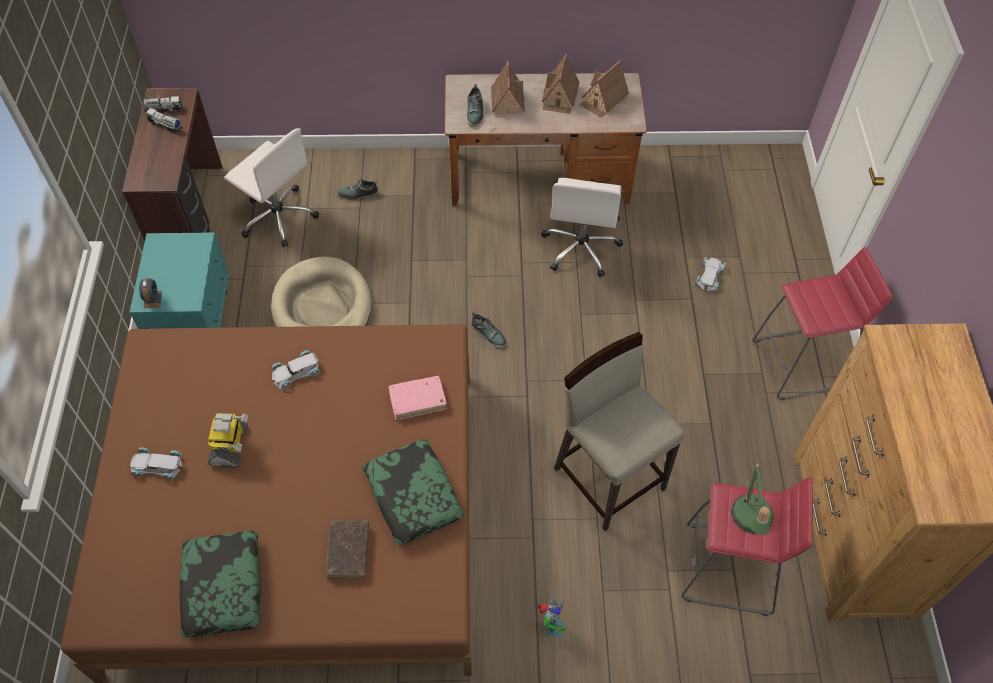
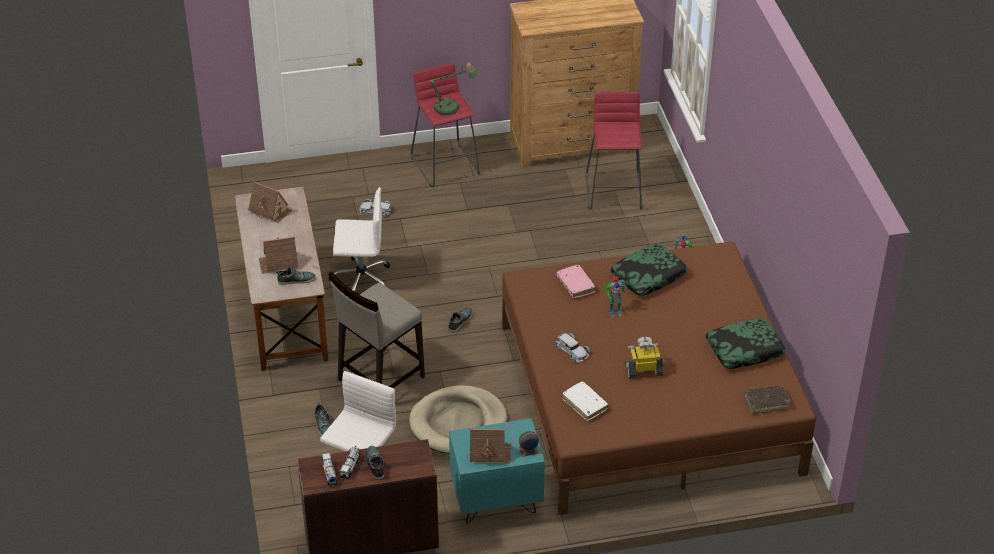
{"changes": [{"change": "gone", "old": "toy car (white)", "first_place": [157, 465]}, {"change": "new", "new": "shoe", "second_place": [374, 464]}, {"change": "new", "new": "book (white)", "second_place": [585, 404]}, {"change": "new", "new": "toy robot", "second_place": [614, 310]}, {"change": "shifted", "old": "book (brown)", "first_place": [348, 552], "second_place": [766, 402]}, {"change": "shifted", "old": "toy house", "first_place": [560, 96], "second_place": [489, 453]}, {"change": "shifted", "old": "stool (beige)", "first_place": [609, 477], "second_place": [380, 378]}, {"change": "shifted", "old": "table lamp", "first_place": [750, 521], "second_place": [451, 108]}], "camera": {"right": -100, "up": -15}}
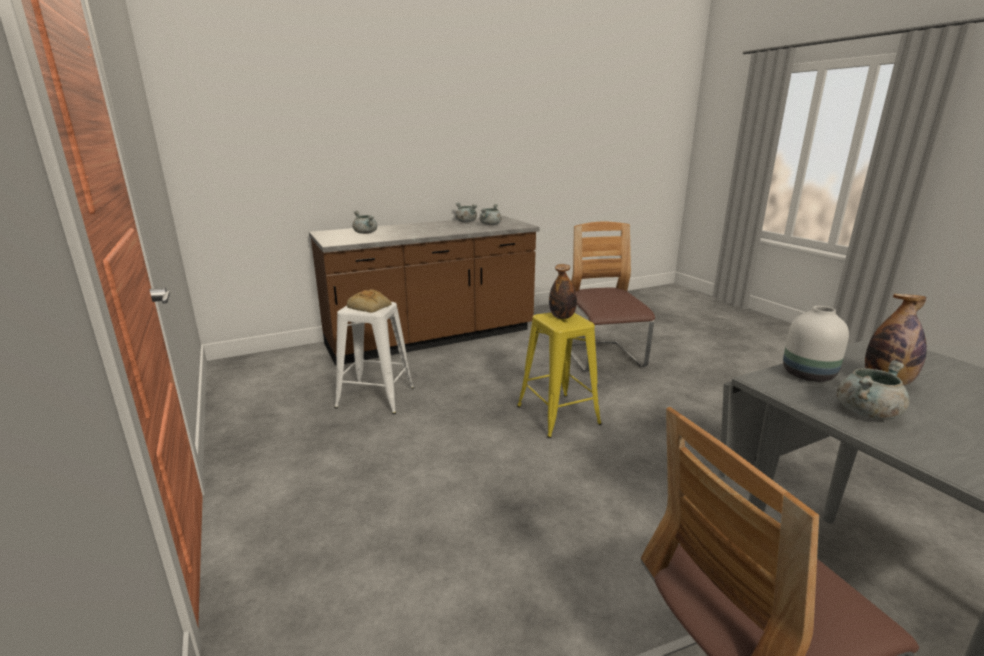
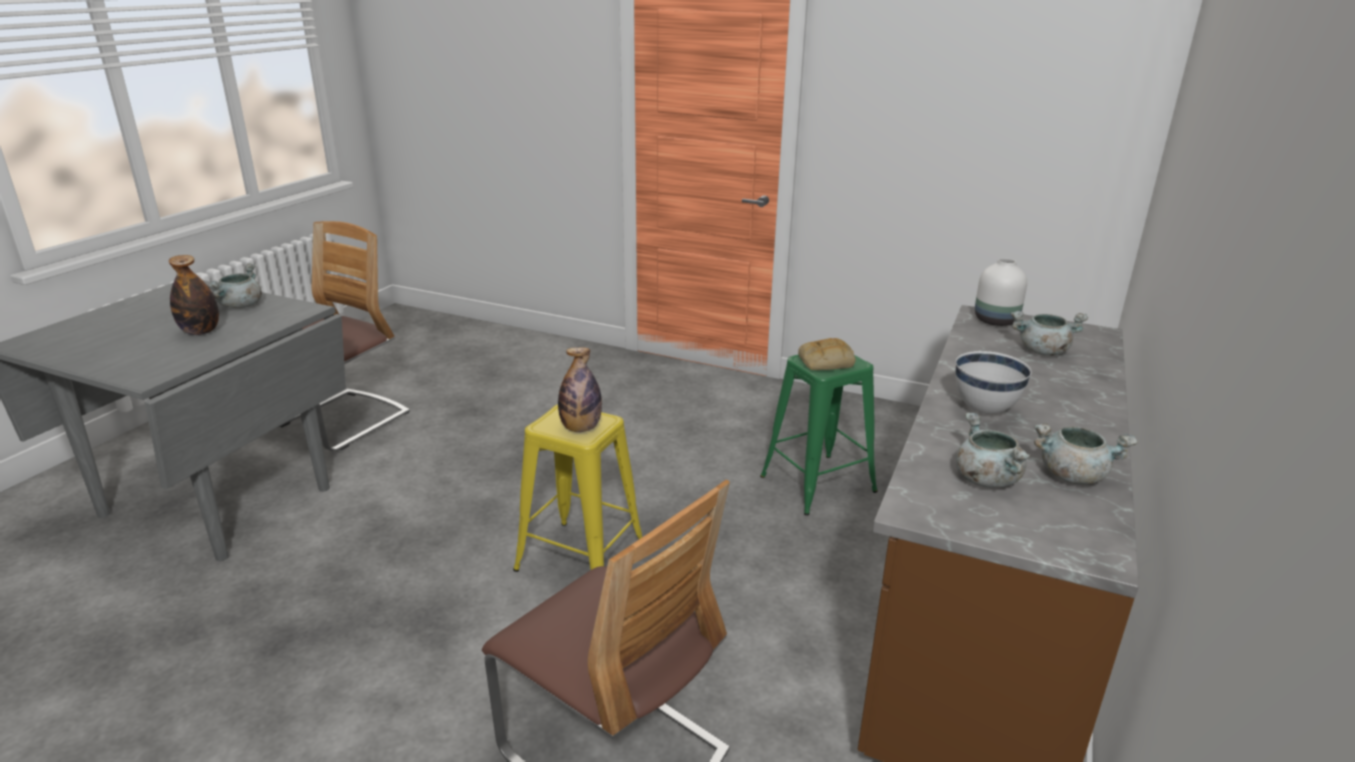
{"changes": [{"change": "new", "new": "bowl (white)", "second_place": [984, 410]}, {"change": "shifted", "old": "vase (white)", "first_place": [808, 375], "second_place": [994, 320]}, {"change": "repainted", "old": "stool (white)", "new": "stool (green)", "first_place": [375, 397], "second_place": [818, 484]}], "camera": {"right": 140, "up": 5}}
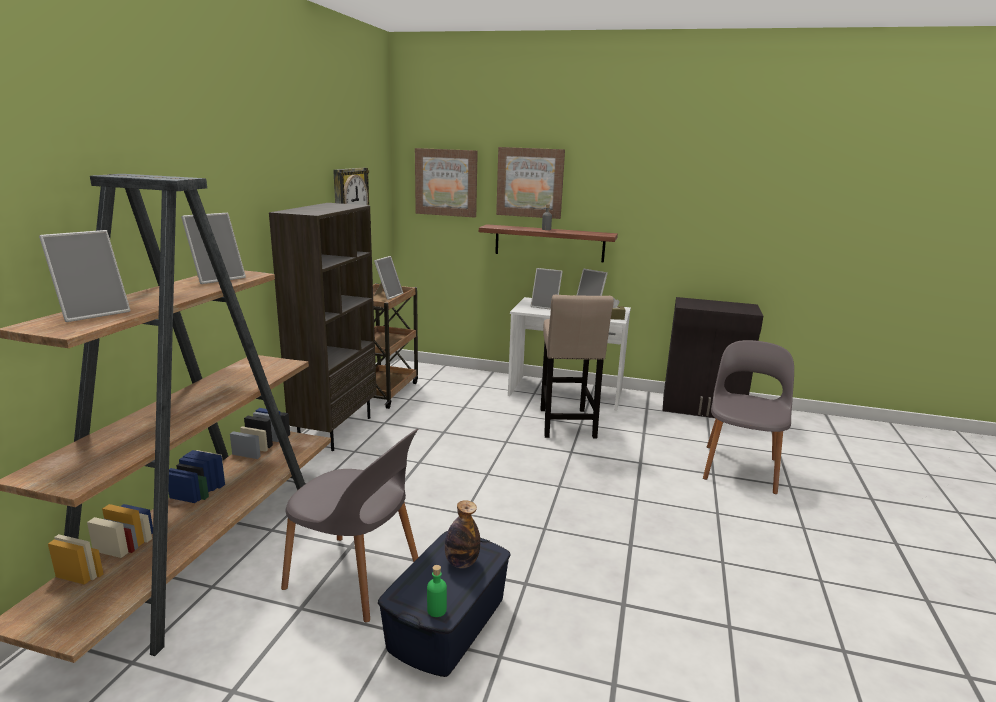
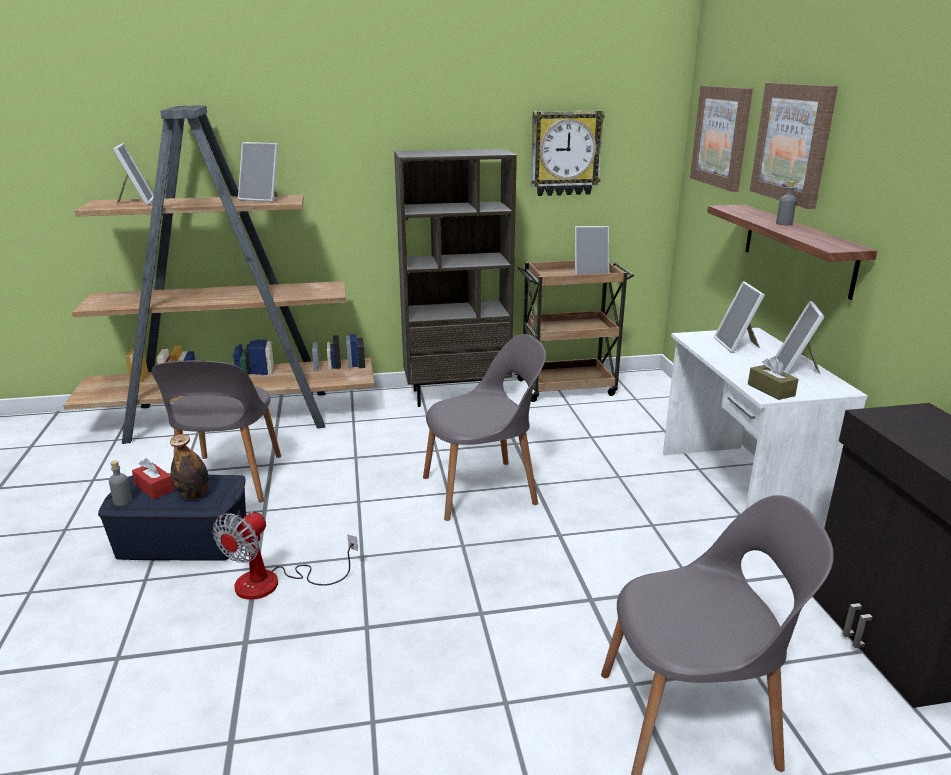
{"changes": [{"change": "gone", "old": "stool (beige)", "first_place": [566, 425]}, {"change": "new", "new": "tissue box (red)", "second_place": [154, 488]}, {"change": "new", "new": "fan", "second_place": [273, 583]}, {"change": "new", "new": "chair (grey)", "second_place": [482, 489]}, {"change": "repainted", "old": "bottle (green)", "new": "bottle (grey)", "first_place": [436, 610], "second_place": [123, 501]}, {"change": "rotated", "old": "picture frame", "first_place": [93, 313], "second_place": [136, 202], "degrees": -120}], "camera": {"right": 65, "up": 5}}
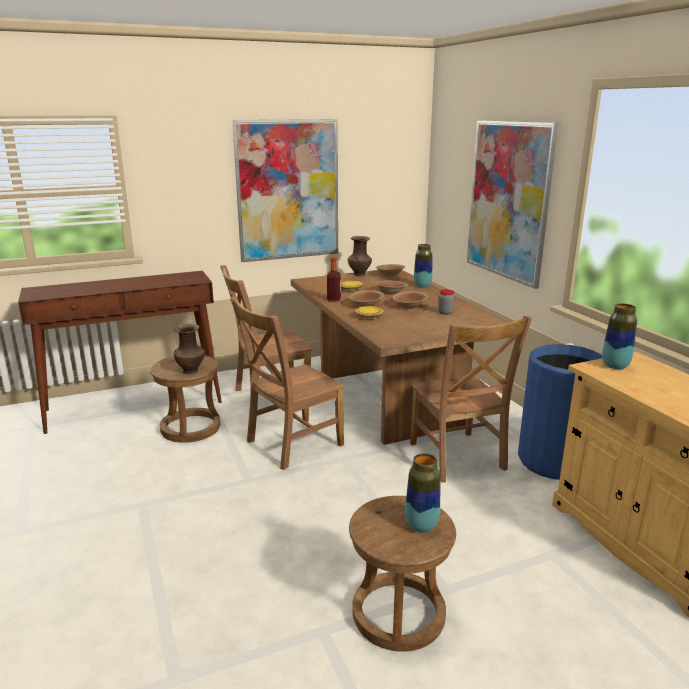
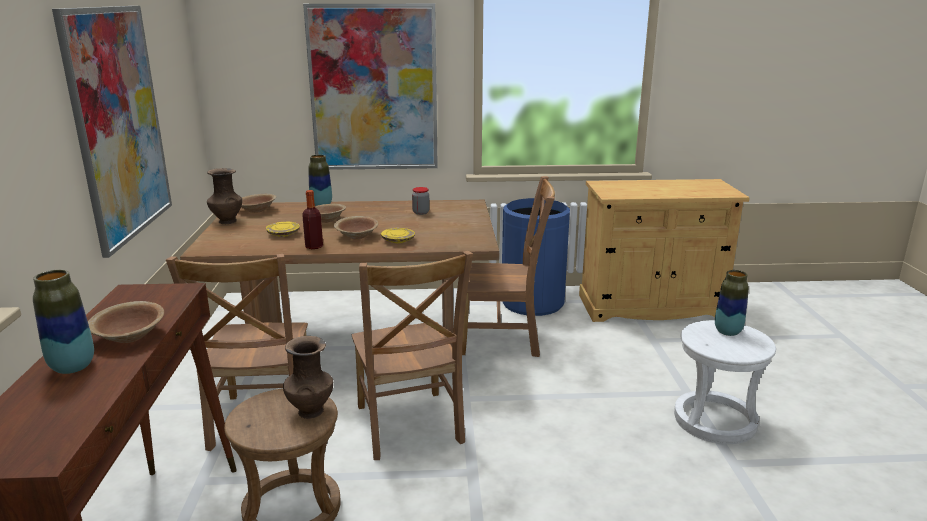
{"changes": [{"change": "shifted", "old": "bowl (brown)", "first_place": [409, 306], "second_place": [130, 336]}, {"change": "shifted", "old": "vase", "first_place": [615, 366], "second_place": [72, 367]}, {"change": "repainted", "old": "stool (brown)", "new": "stool (white)", "first_place": [399, 614], "second_place": [714, 420]}], "camera": {"right": -70, "up": 0}}
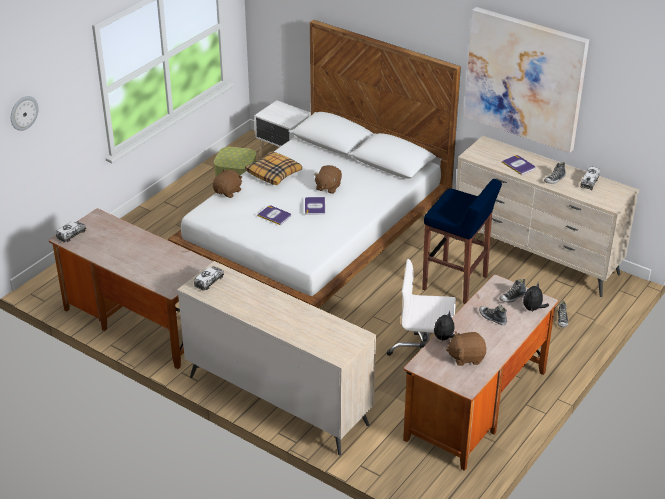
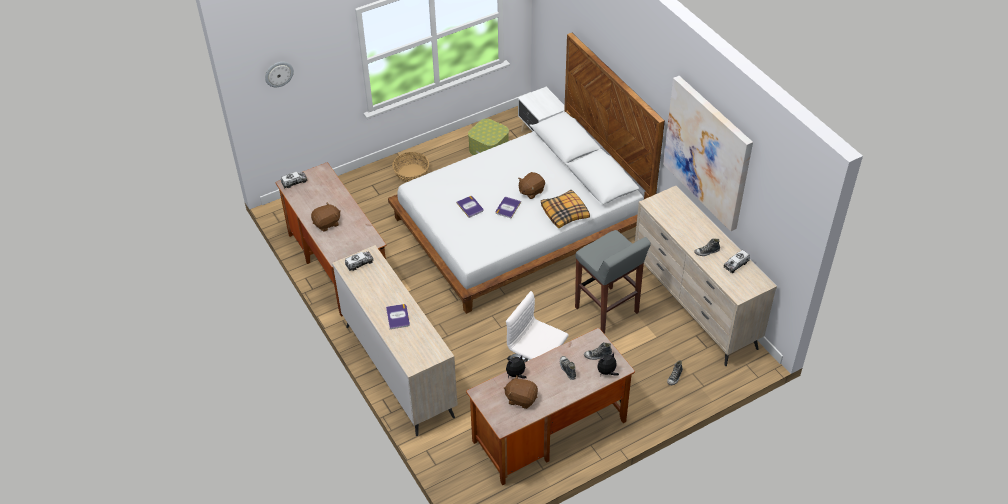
{"changes": [{"change": "new", "new": "basket", "second_place": [411, 173]}, {"change": "shifted", "old": "plush toy (brown)", "first_place": [228, 192], "second_place": [327, 224]}, {"change": "shifted", "old": "pillow", "first_place": [274, 173], "second_place": [565, 213]}, {"change": "shifted", "old": "book", "first_place": [518, 165], "second_place": [398, 317]}, {"change": "repainted", "old": "stool (blue)", "new": "stool (grey)", "first_place": [456, 283], "second_place": [607, 311]}], "camera": {"right": 25, "up": 10}}
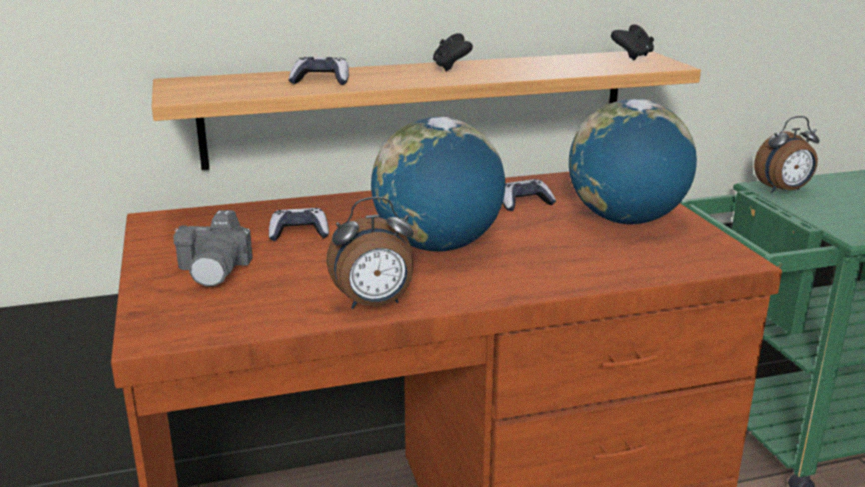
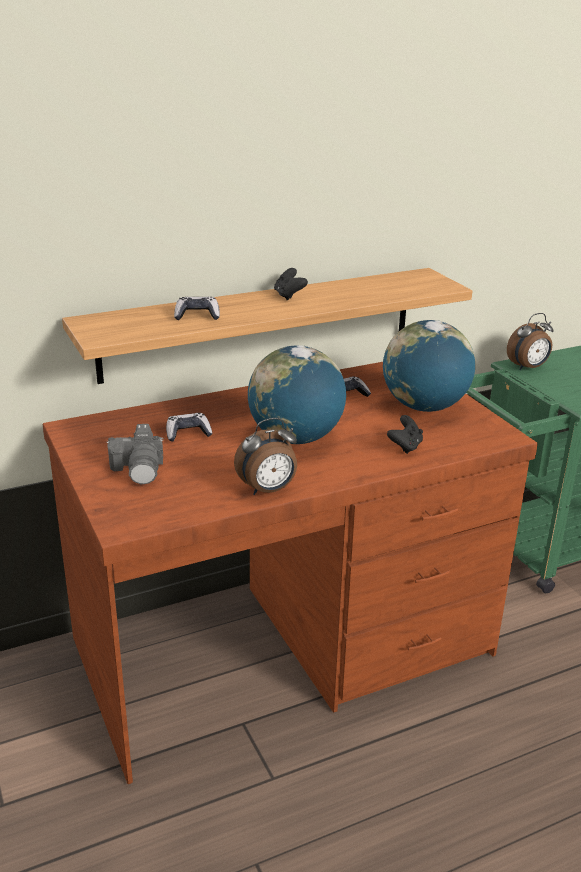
{"changes": [{"change": "shifted", "old": "game controller (black)", "first_place": [633, 57], "second_place": [405, 447]}], "camera": {"right": -10, "up": 5}}
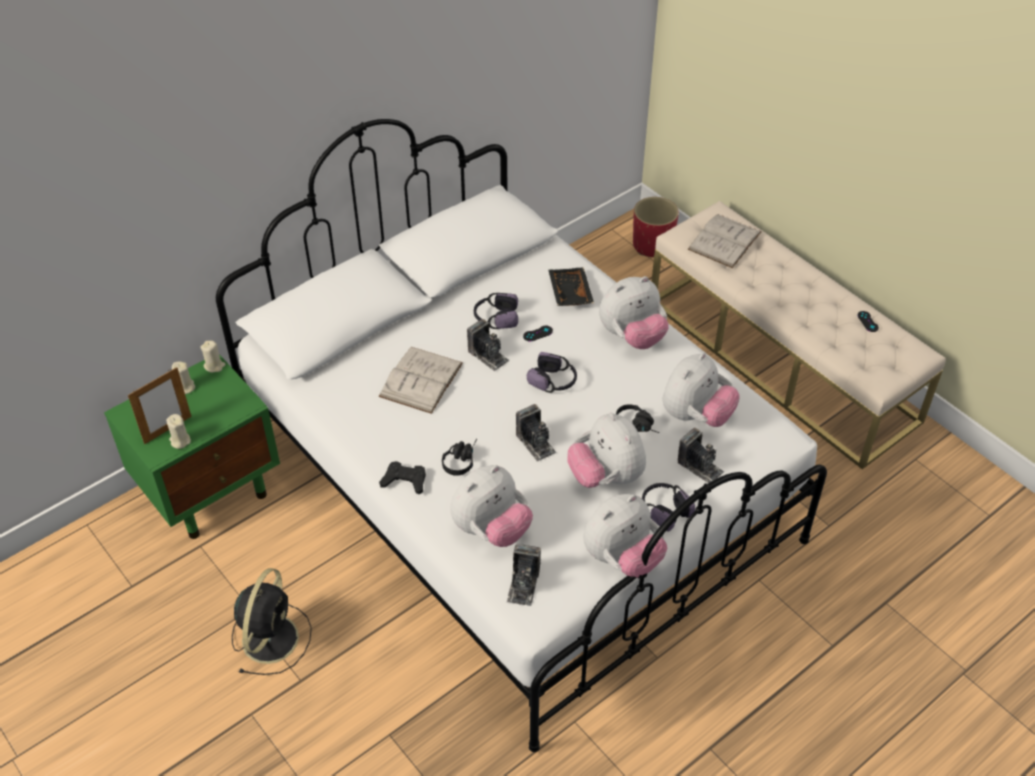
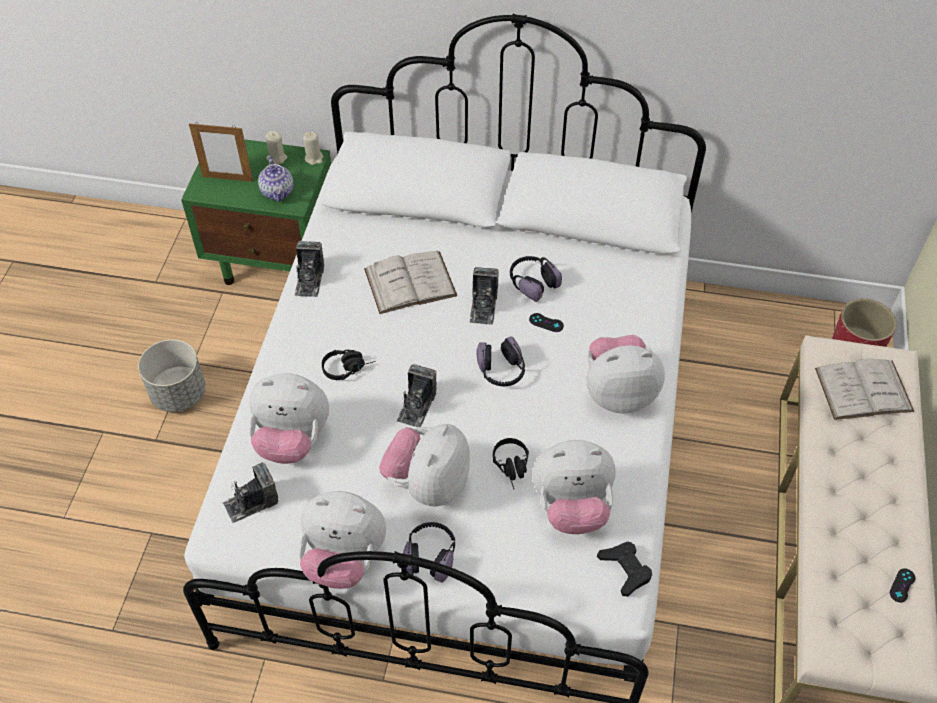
{"changes": [{"change": "gone", "old": "candle (beige)", "first_place": [180, 441]}, {"change": "gone", "old": "tray (black)", "first_place": [569, 293]}, {"change": "new", "new": "teapot", "second_place": [278, 192]}, {"change": "shifted", "old": "game controller (black)", "first_place": [404, 480], "second_place": [625, 569]}, {"change": "shifted", "old": "photo camera", "first_place": [700, 466], "second_place": [309, 280]}, {"change": "swapped", "old": "fan (black)", "new": "planter (grey)", "first_place": [271, 636], "second_place": [179, 393]}, {"change": "rotated", "old": "plush toy", "first_place": [632, 336], "second_place": [618, 392], "degrees": 150}], "camera": {"right": 50, "up": 5}}
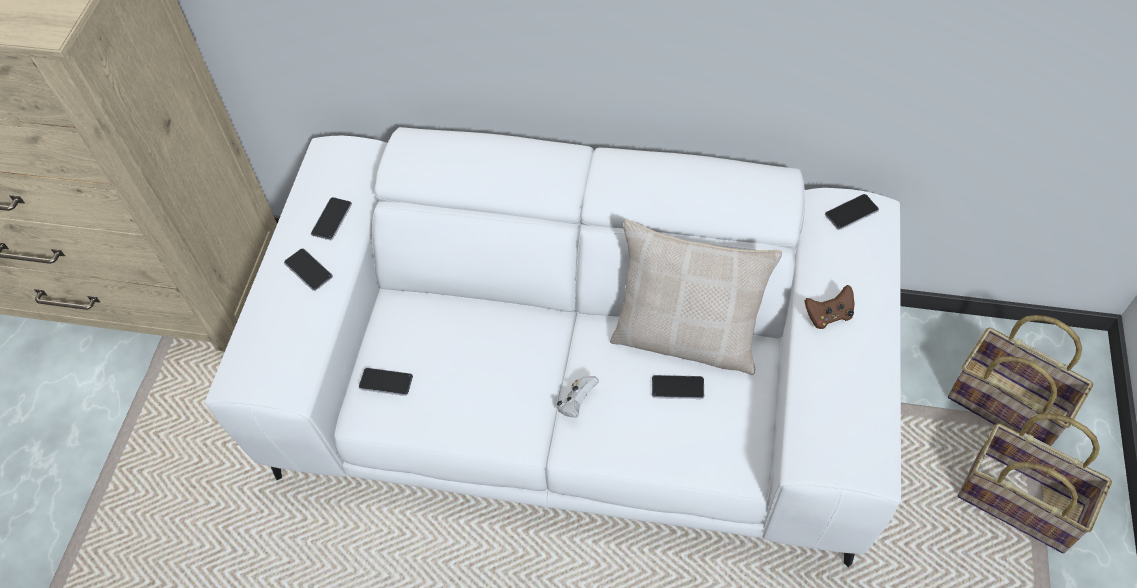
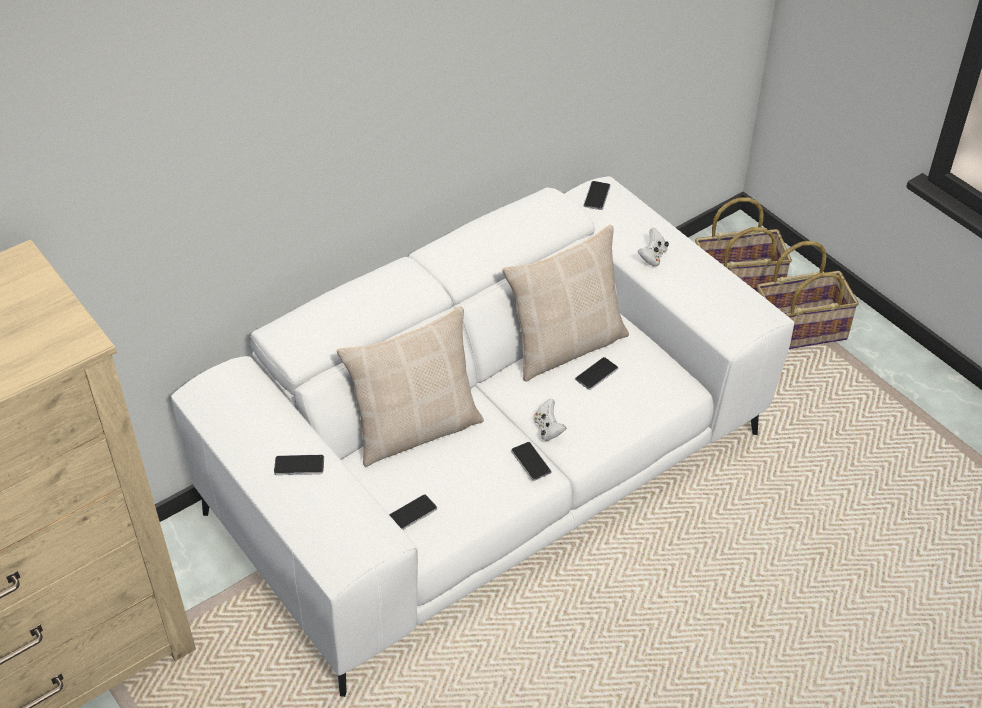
{"changes": [{"change": "new", "new": "pillow (beige)", "second_place": [416, 429]}, {"change": "shifted", "old": "phone", "first_place": [331, 219], "second_place": [531, 462]}, {"change": "repainted", "old": "game controller (brown)", "new": "game controller (white)", "first_place": [828, 315], "second_place": [652, 257]}], "camera": {"right": -50, "up": -10}}
